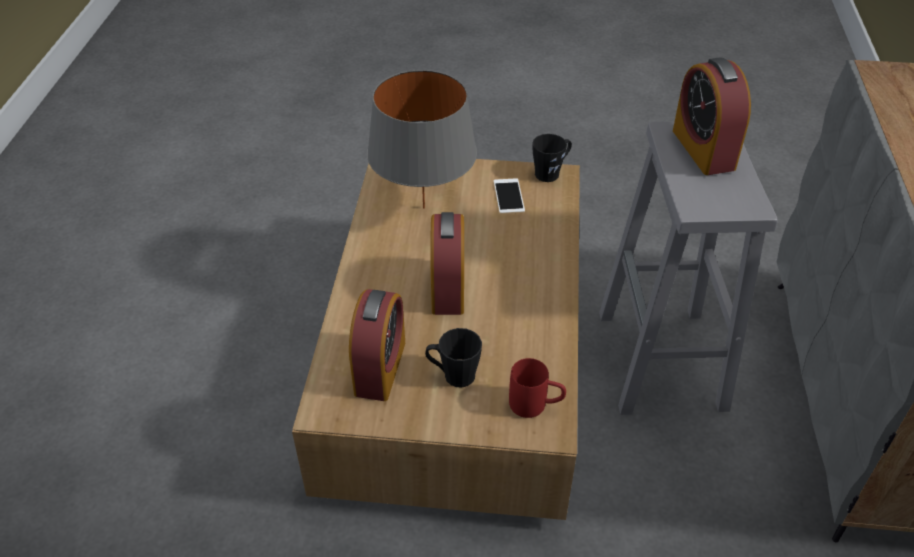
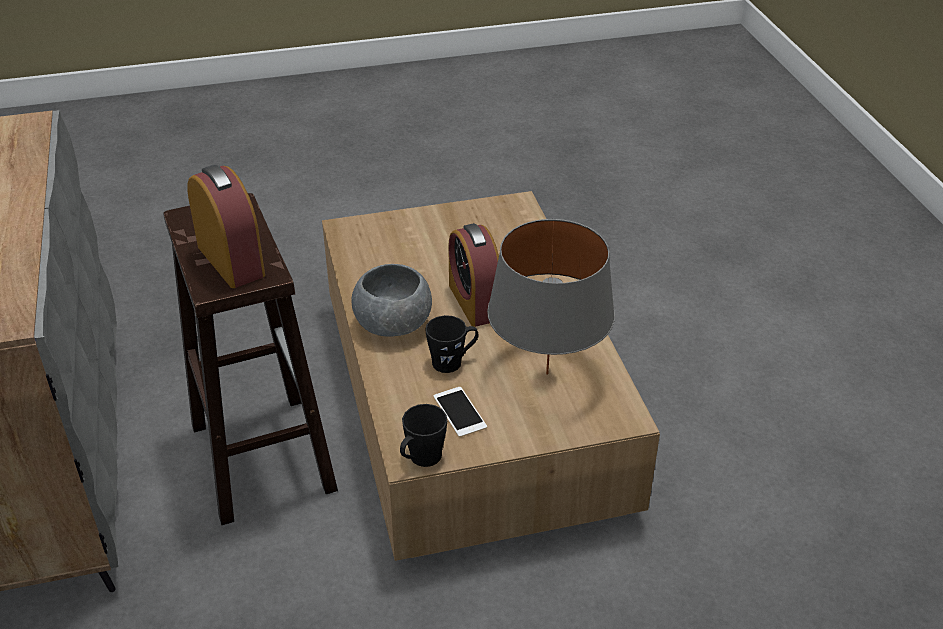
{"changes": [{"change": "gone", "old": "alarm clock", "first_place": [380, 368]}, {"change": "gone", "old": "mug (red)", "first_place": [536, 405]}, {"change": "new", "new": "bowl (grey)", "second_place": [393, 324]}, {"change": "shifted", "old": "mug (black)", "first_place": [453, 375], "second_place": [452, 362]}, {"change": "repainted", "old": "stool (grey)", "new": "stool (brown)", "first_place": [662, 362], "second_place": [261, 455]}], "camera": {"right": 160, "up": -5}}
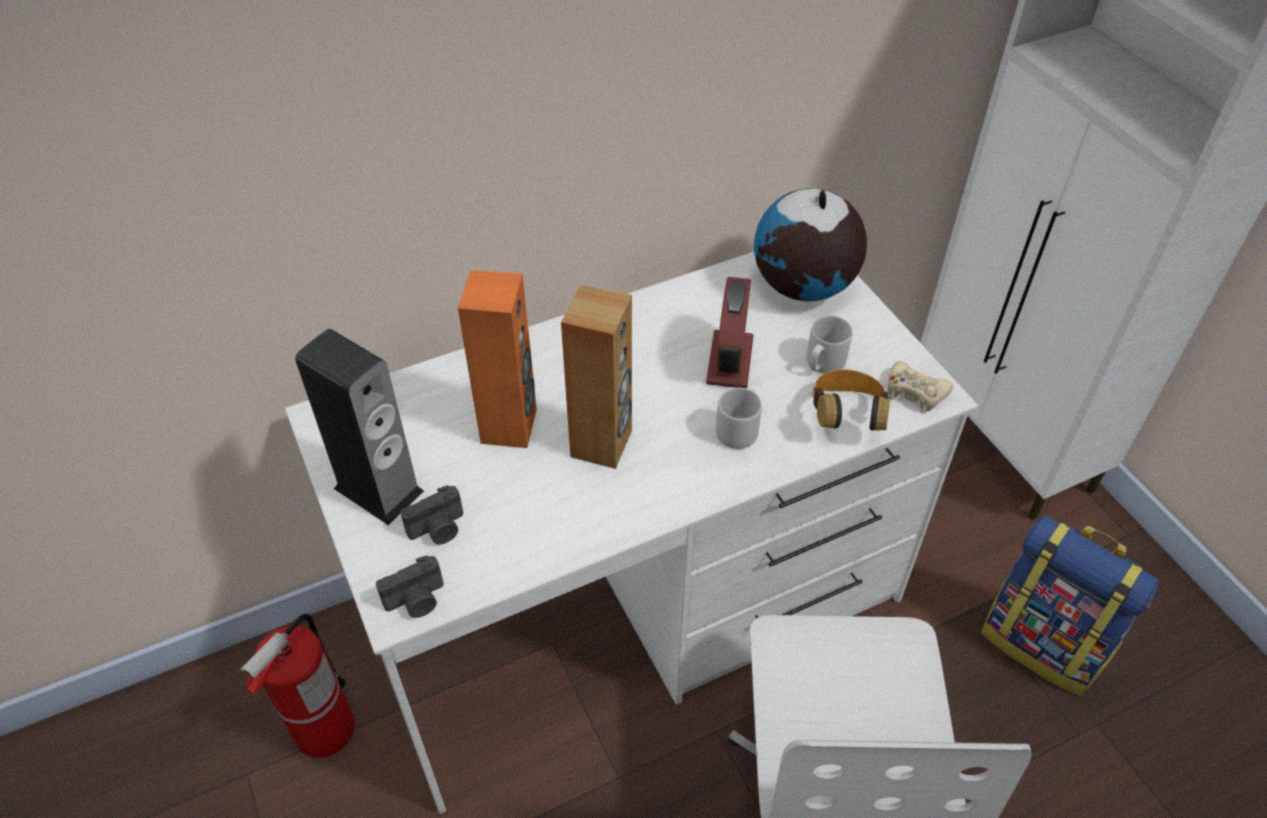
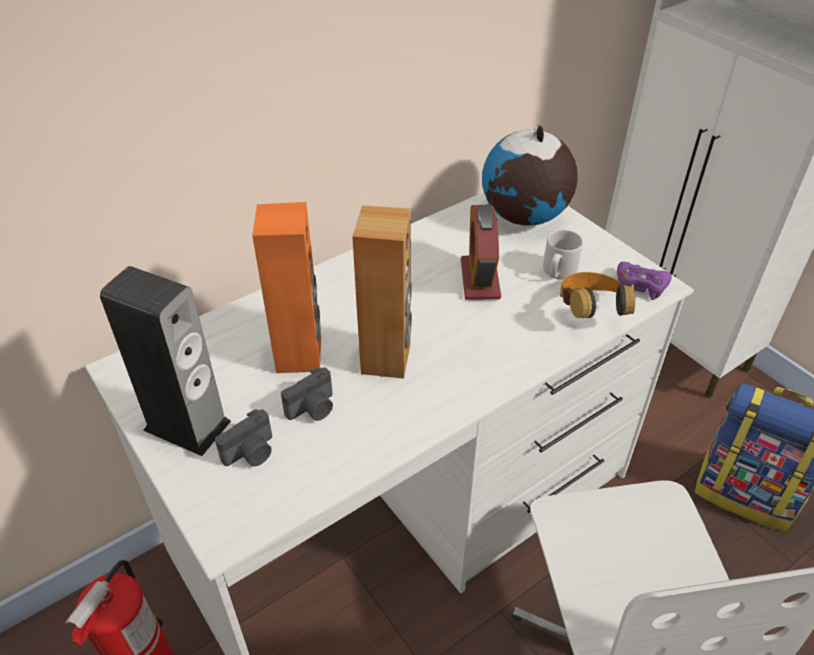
{"changes": [{"change": "gone", "old": "mug (grey)", "first_place": [739, 429]}, {"change": "shifted", "old": "photo camera", "first_place": [416, 601], "second_place": [313, 409]}, {"change": "repainted", "old": "game controller (beige)", "new": "game controller (purple)", "first_place": [915, 392], "second_place": [640, 285]}], "camera": {"right": -10, "up": -5}}
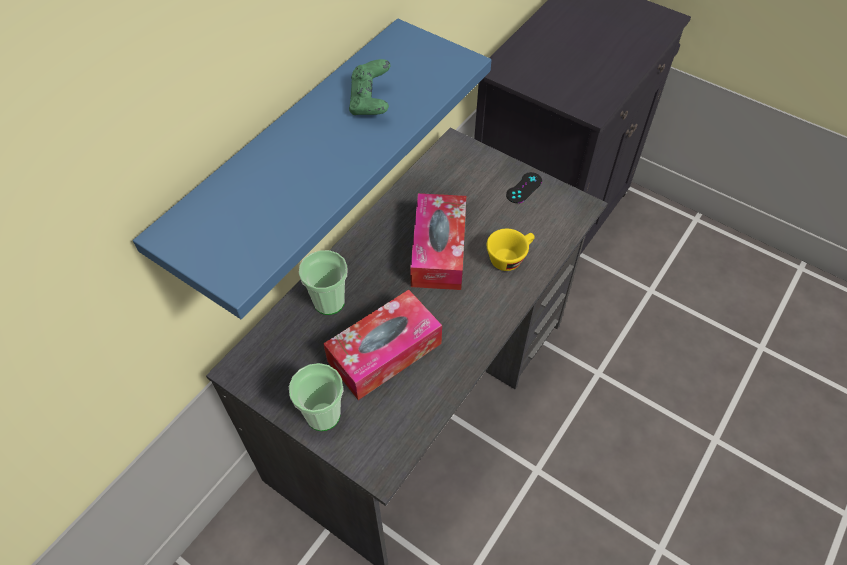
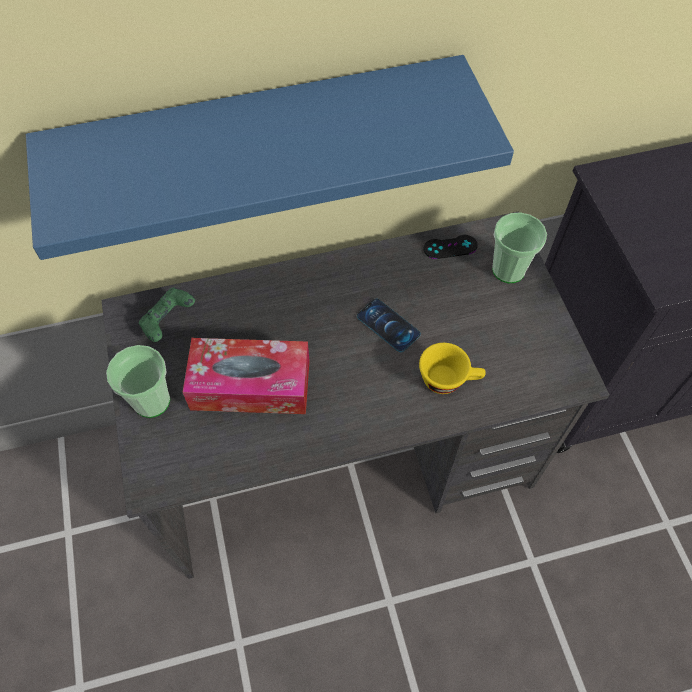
{"changes": [{"change": "shifted", "old": "cup", "first_place": [329, 302], "second_place": [508, 270]}, {"change": "shifted", "old": "game controller (green)", "first_place": [371, 102], "second_place": [169, 322]}, {"change": "shifted", "old": "game controller (black)", "first_place": [524, 188], "second_place": [450, 247]}, {"change": "swapped", "old": "tissue box", "new": "phone", "first_place": [438, 250], "second_place": [388, 325]}], "camera": {"right": 40, "up": 5}}
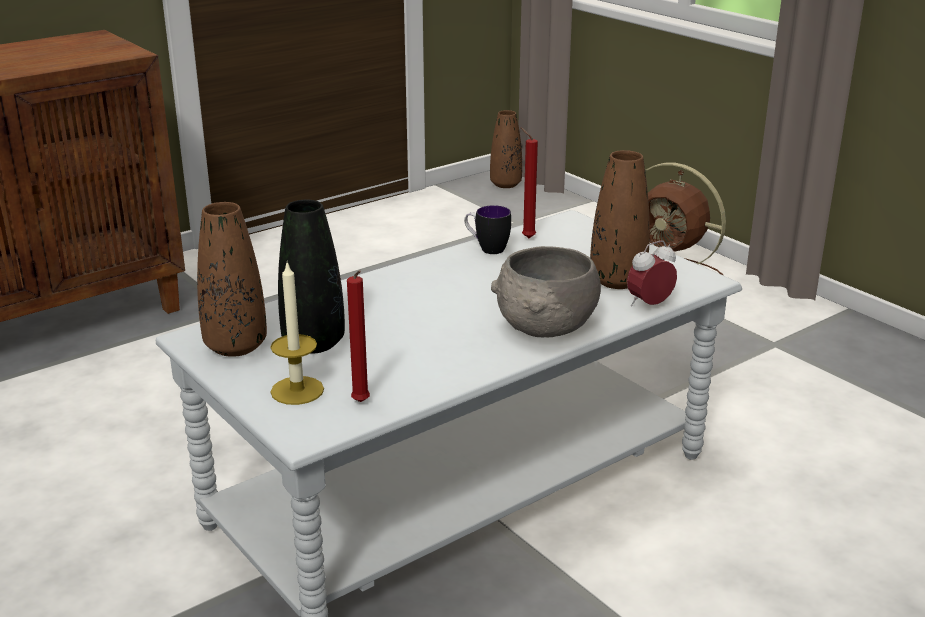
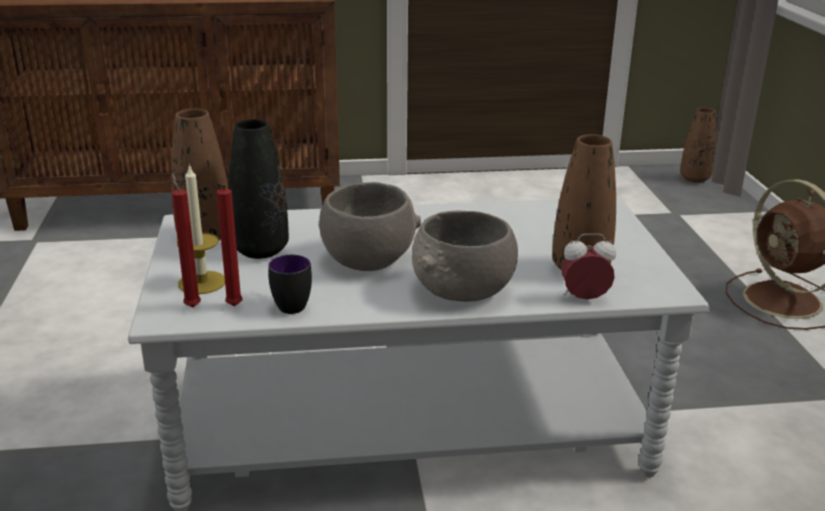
{"changes": [{"change": "new", "new": "bowl (grey)", "second_place": [368, 258]}, {"change": "shifted", "old": "mug", "first_place": [486, 248], "second_place": [288, 304]}, {"change": "shifted", "old": "candle (red)", "first_place": [526, 237], "second_place": [192, 306]}], "camera": {"right": 30, "up": 0}}
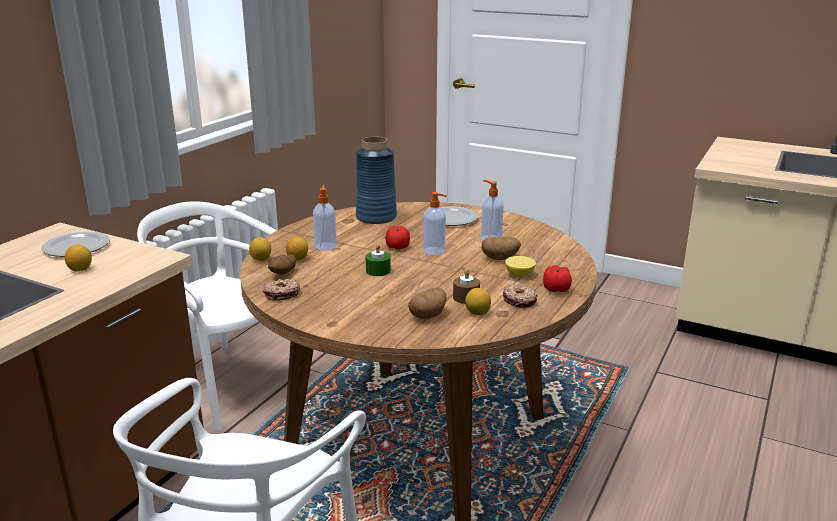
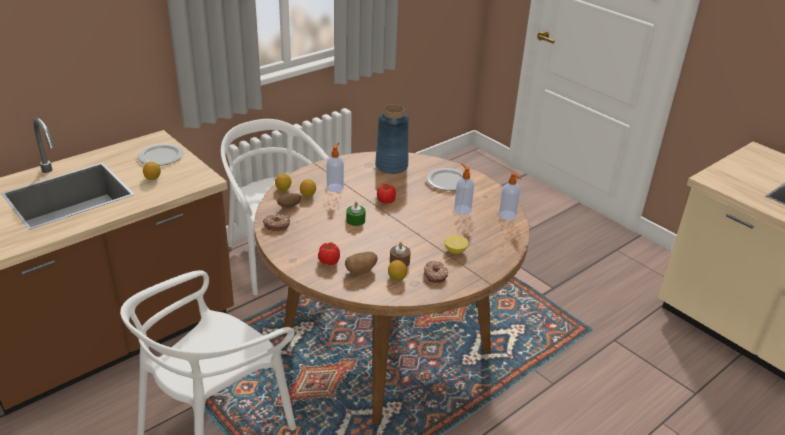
{"changes": [{"change": "gone", "old": "potato", "first_place": [500, 258]}, {"change": "shifted", "old": "soap dispenser", "first_place": [435, 251], "second_place": [508, 215]}, {"change": "shifted", "old": "tomato", "first_place": [556, 289], "second_place": [329, 261]}], "camera": {"right": 20, "up": 10}}
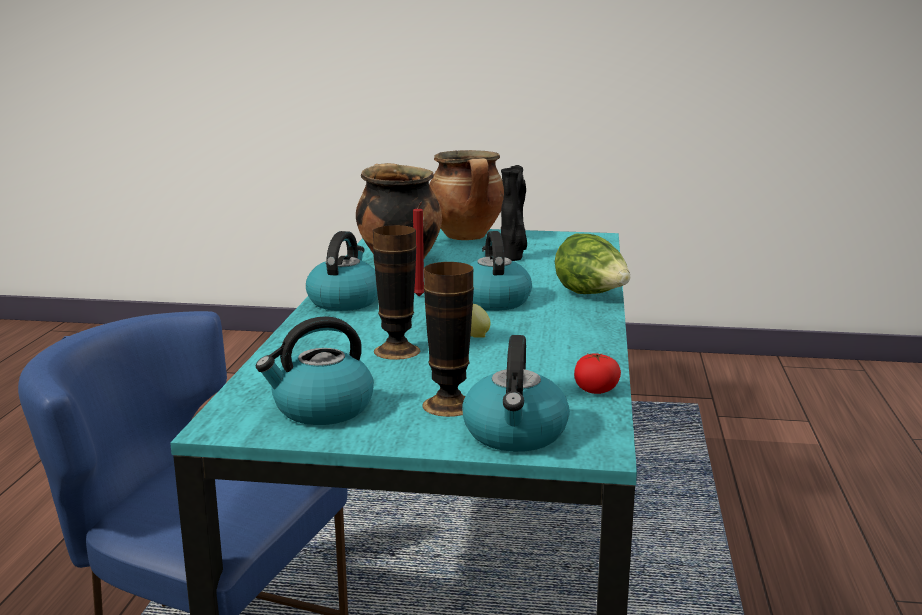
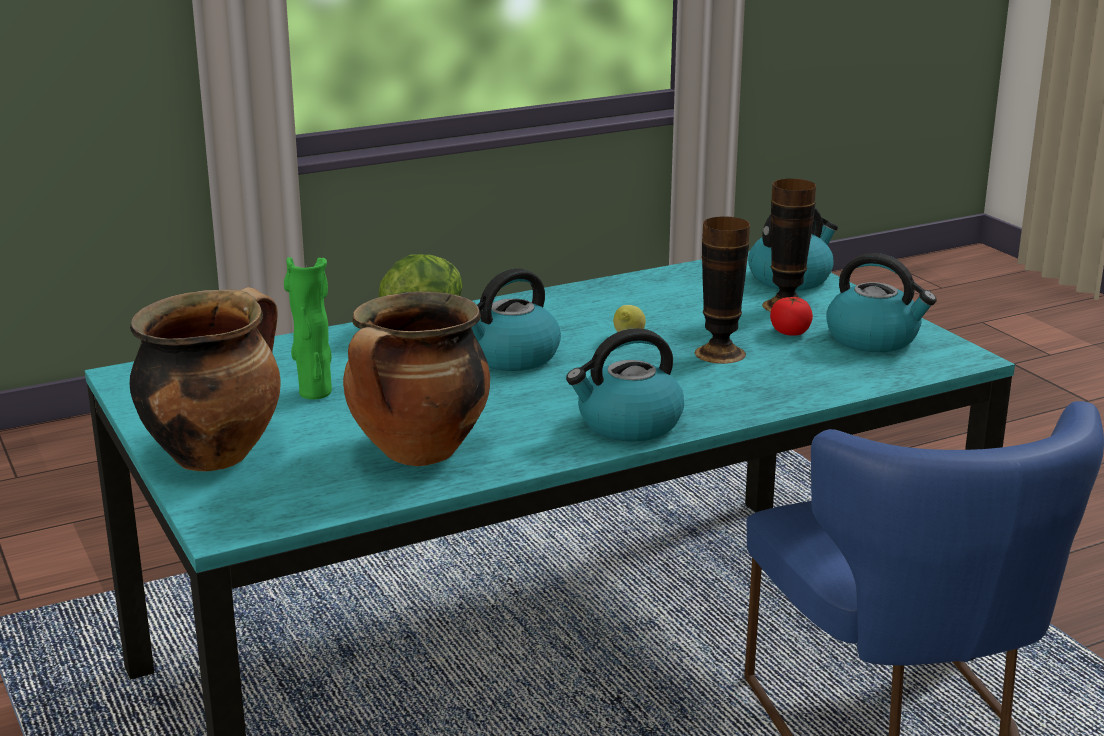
{"changes": [{"change": "gone", "old": "candle (red)", "first_place": [419, 297]}, {"change": "shifted", "old": "tomato", "first_place": [596, 390], "second_place": [790, 332]}, {"change": "repainted", "old": "vase (black)", "new": "vase (green)", "first_place": [512, 259], "second_place": [315, 392]}], "camera": {"right": -125, "up": 5}}
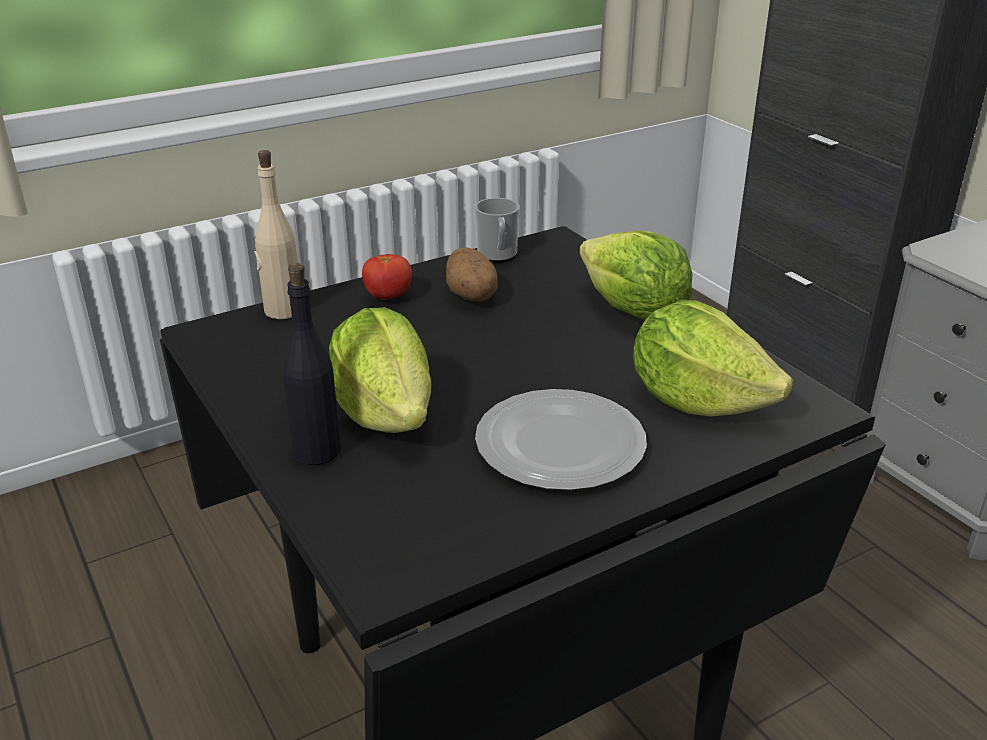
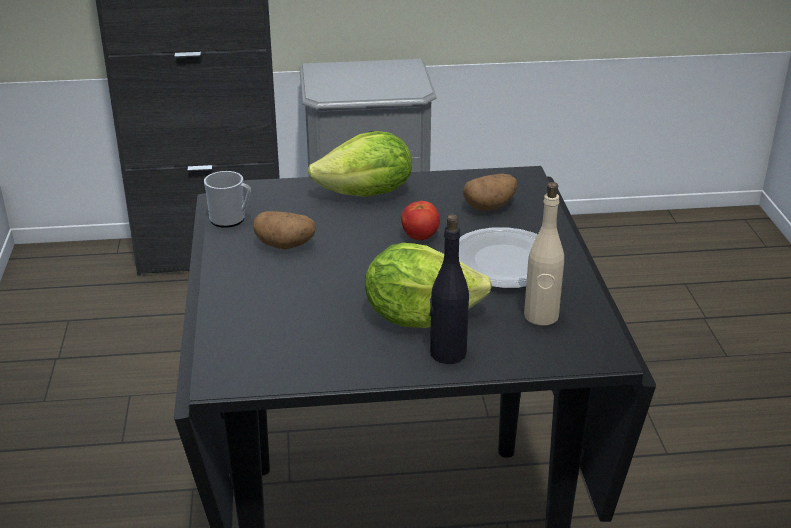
{"changes": [{"change": "shifted", "old": "bottle (beige)", "first_place": [283, 310], "second_place": [541, 316]}, {"change": "shifted", "old": "tomato", "first_place": [388, 297], "second_place": [420, 236]}, {"change": "swapped", "old": "lettuce", "new": "potato", "first_place": [697, 400], "second_place": [489, 207]}], "camera": {"right": -65, "up": 0}}
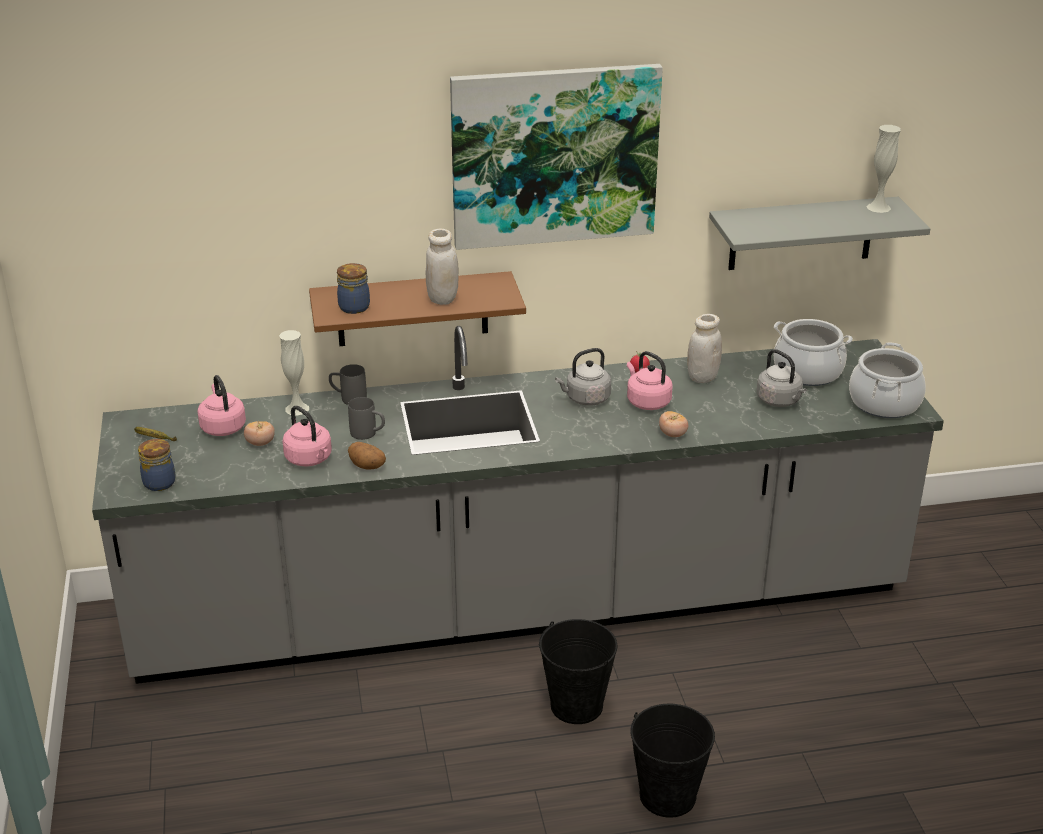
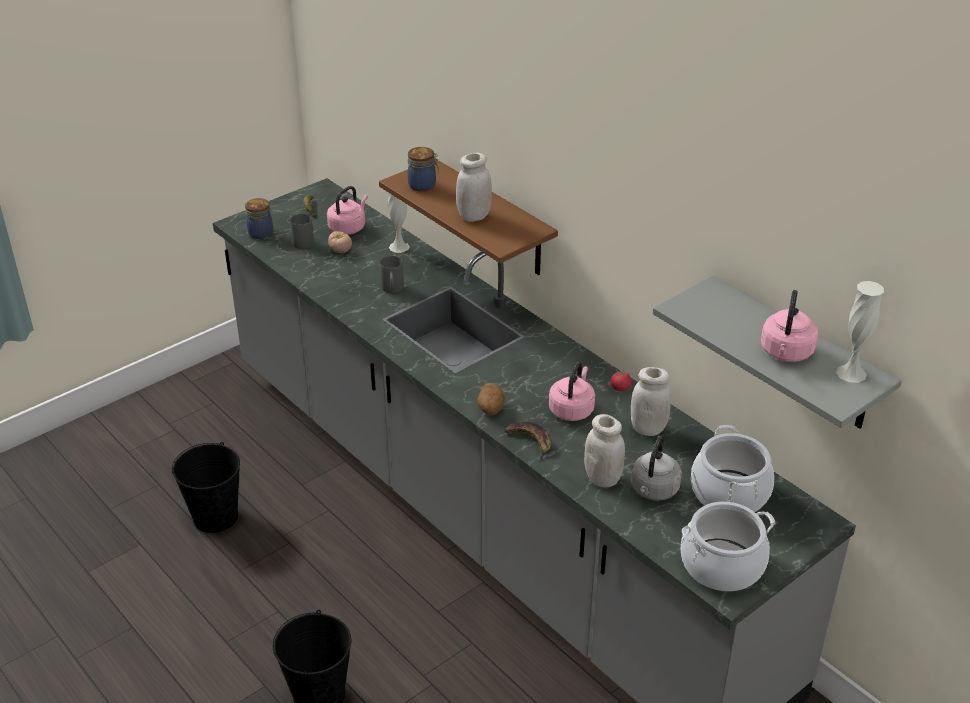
{"changes": [{"change": "gone", "old": "picture", "first_place": [554, 155]}, {"change": "gone", "old": "kettle (grey)", "first_place": [585, 399]}, {"change": "new", "new": "jar (white)", "second_place": [602, 478]}, {"change": "shifted", "old": "kettle (pink)", "first_place": [310, 459], "second_place": [786, 353]}, {"change": "shifted", "old": "mug (grey)", "first_place": [348, 398], "second_place": [302, 240]}, {"change": "shifted", "old": "potato", "first_place": [368, 466], "second_place": [490, 409]}, {"change": "shifted", "old": "bucket (black)", "first_place": [576, 705], "second_place": [216, 516]}, {"change": "swapped", "old": "tomato", "new": "banana", "first_place": [672, 434], "second_place": [530, 442]}], "camera": {"right": 60, "up": 5}}
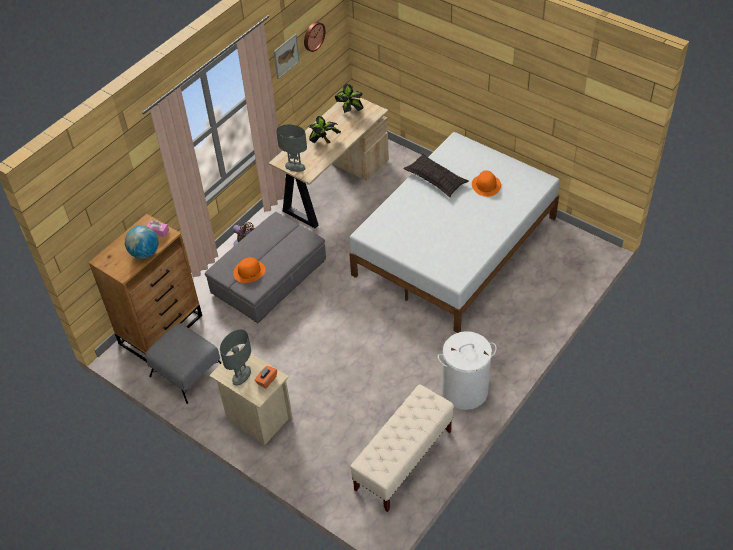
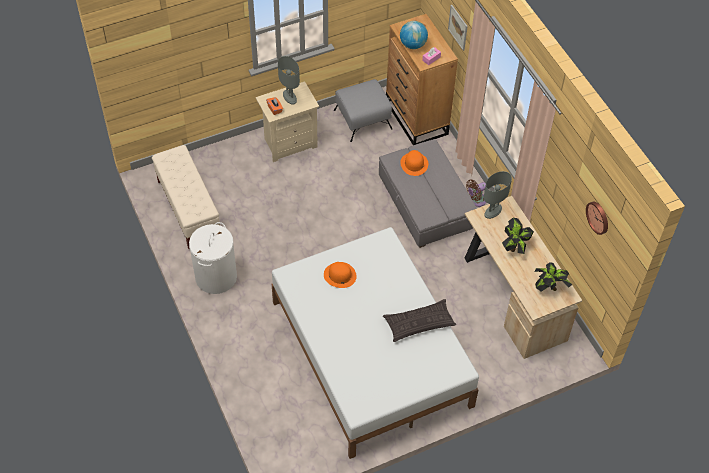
{"changes": [{"change": "shifted", "old": "picture", "first_place": [286, 56], "second_place": [458, 27]}, {"change": "shifted", "old": "hat (orange)", "first_place": [486, 185], "second_place": [339, 275]}], "camera": {"right": 115, "up": 5}}
